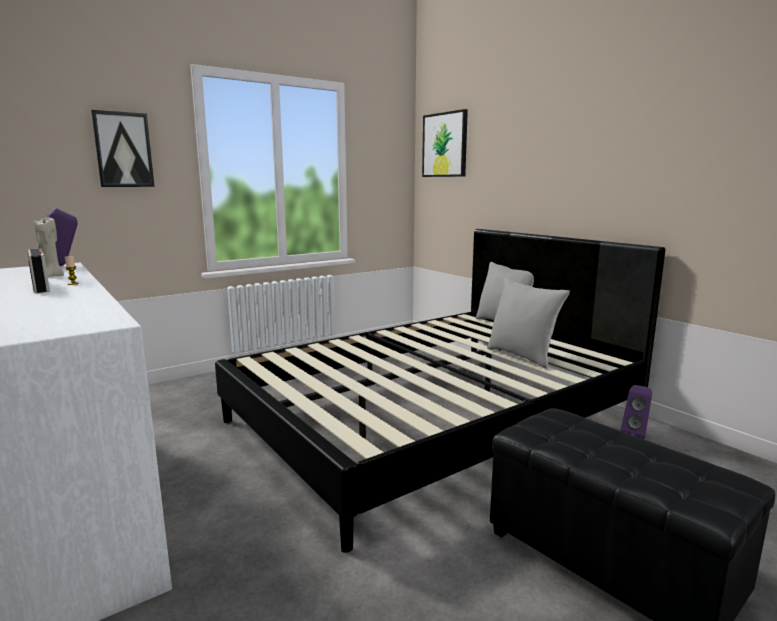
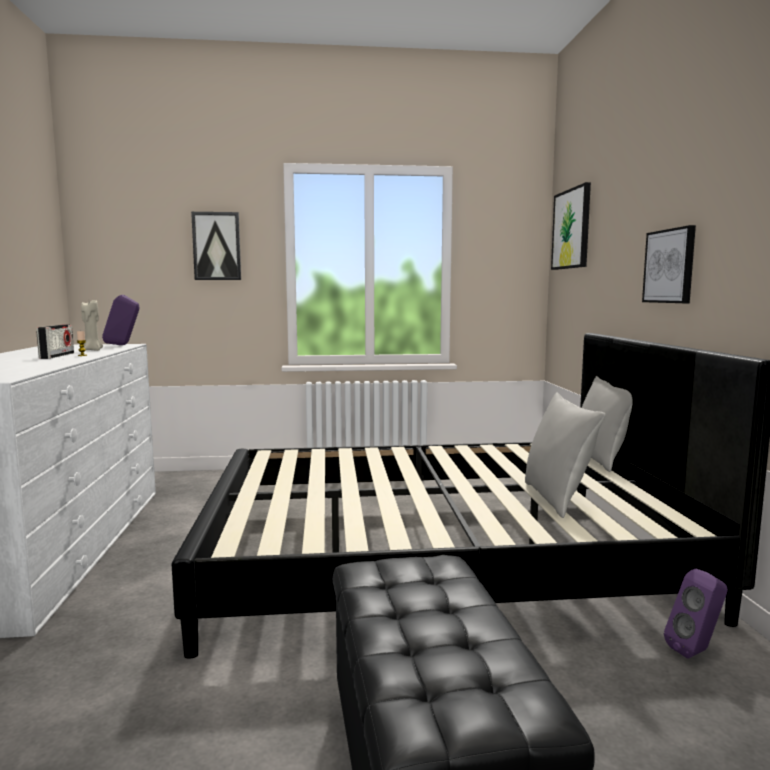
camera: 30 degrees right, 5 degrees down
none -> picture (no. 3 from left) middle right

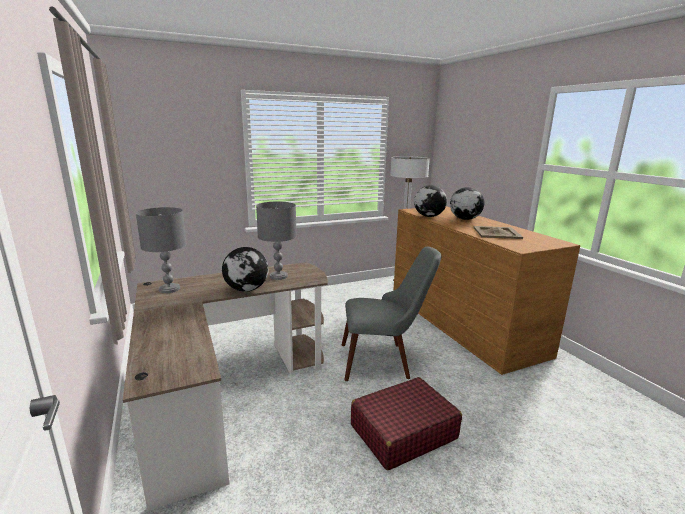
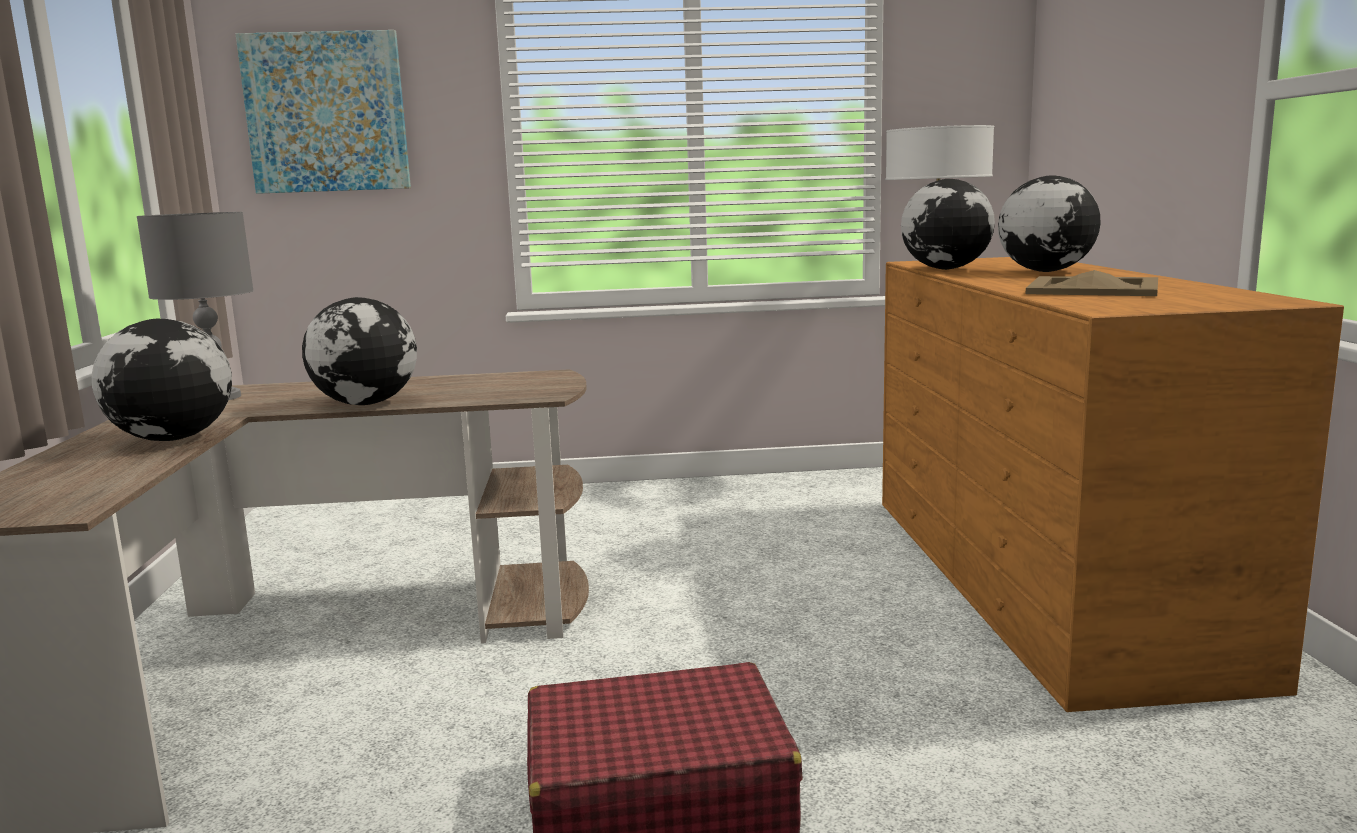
camera: 20 degrees right, 5 degrees down
table lamp in greyish (no. 2 from left) centre -> none
plain chair in greyish centre -> none
none -> desk globe (no. 1 from left) middle left
none -> picture top left

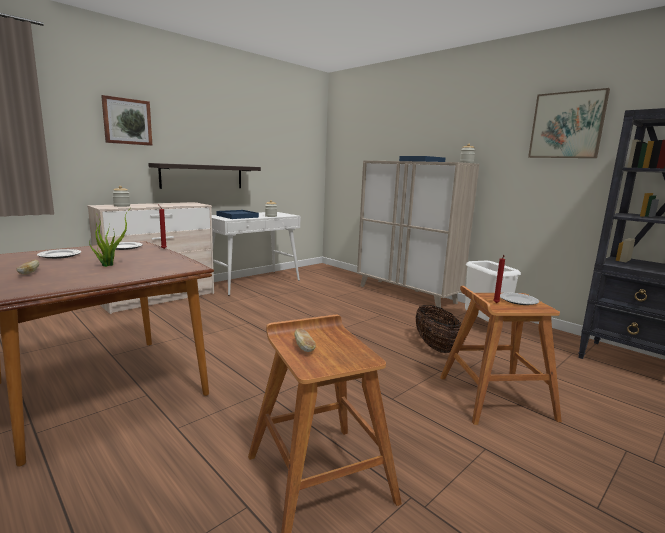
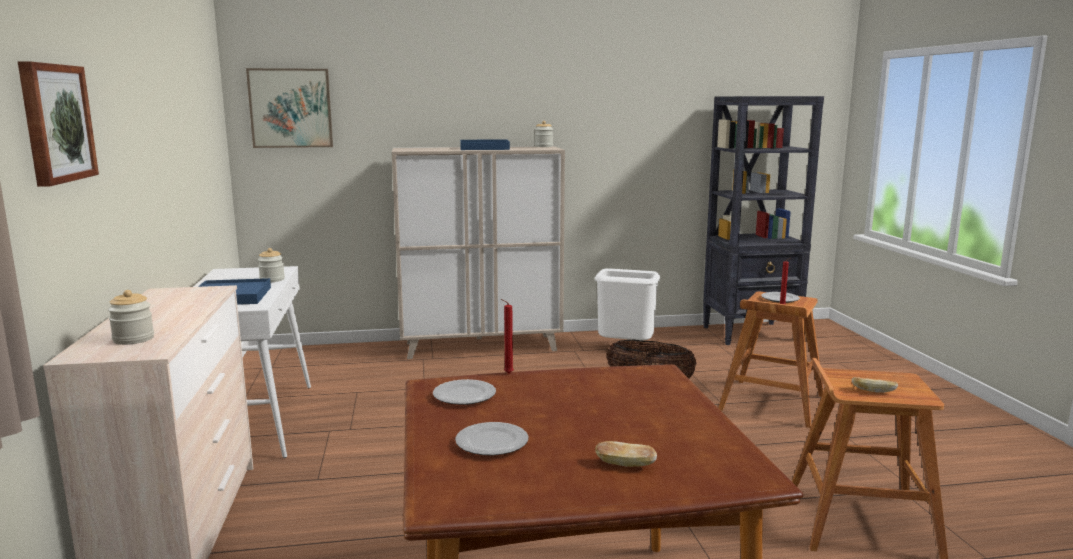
camera: 55 degrees left, 0 degrees up
houseplant middle left -> none
shelf top left -> none
picture (no. 2 from left) top right -> picture (no. 2 from left) top left, shifted

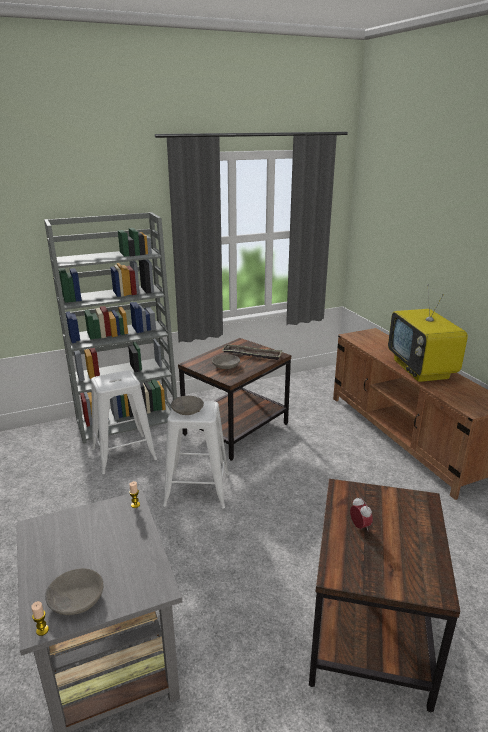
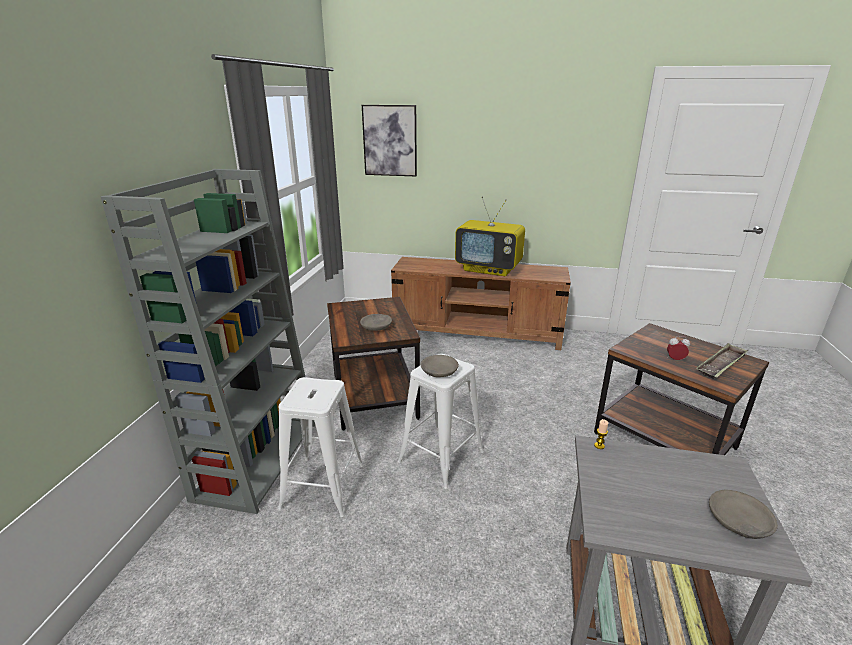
camera: 55 degrees left, 0 degrees up
candle (no. 1 from left) bottom left -> none
none -> picture top centre
serving tray centre -> serving tray middle right, shifted

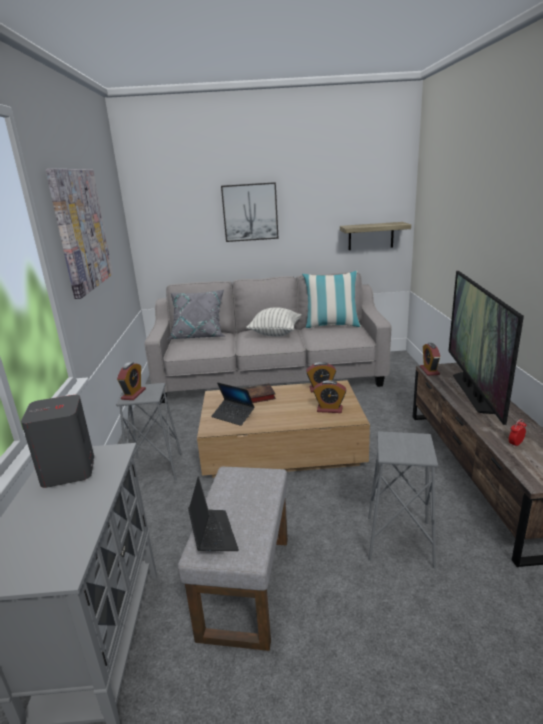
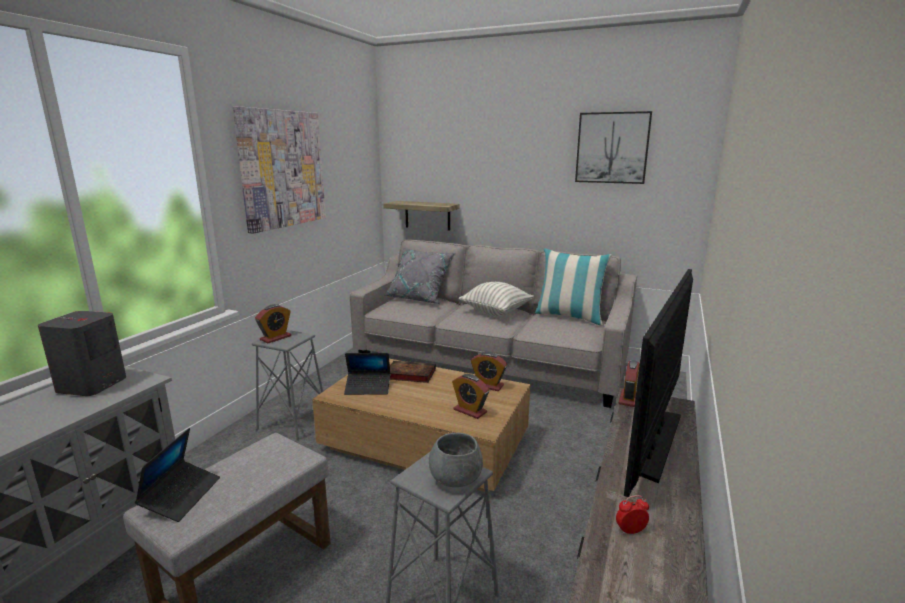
camera: 25 degrees right, 5 degrees down
none -> deep dish in greyish bottom centre
picture (no. 2 from left) top centre -> picture (no. 2 from left) top right, shifted
shelf top right -> shelf centre, shifted
portable computer (no. 2 from left) centre, 60 degrees counterclockwise

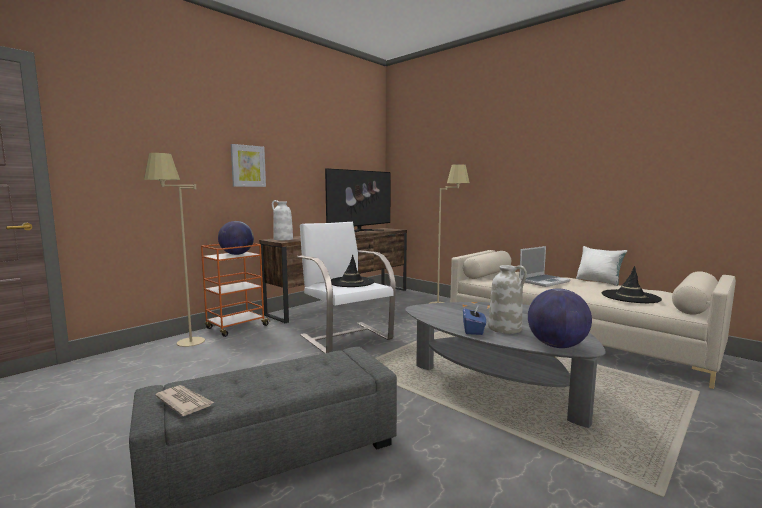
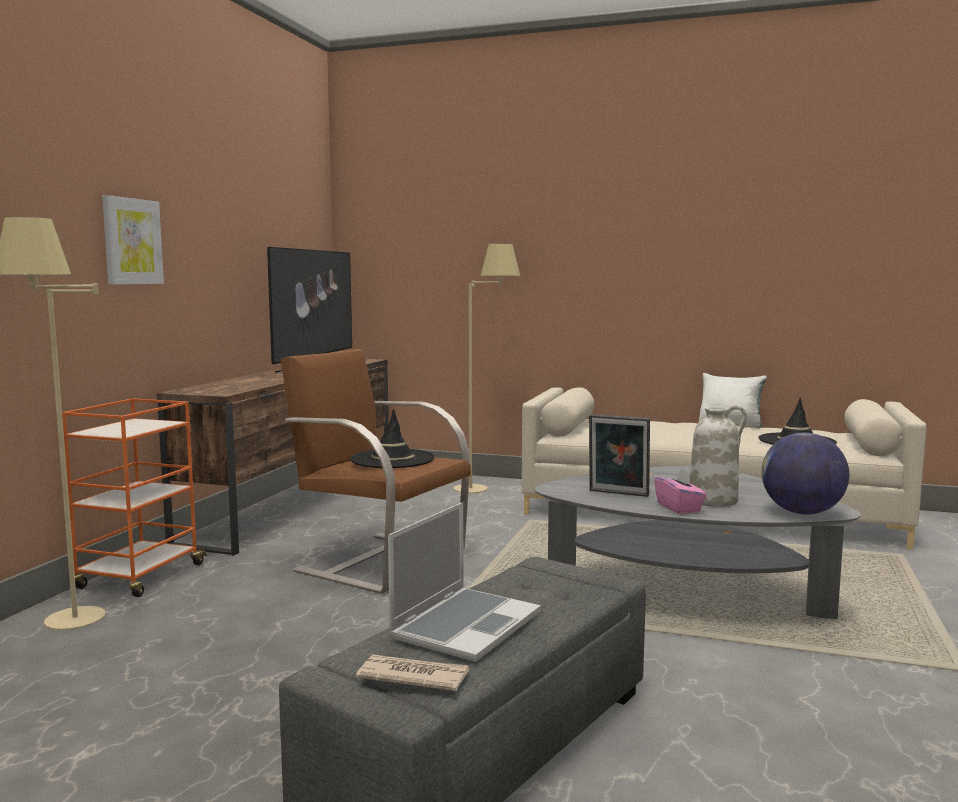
camera: 25 degrees left, 0 degrees up
desk globe (no. 1 from left) middle left -> none
decorative vase in white (no. 1 from left) centre -> none
none -> photo frame centre
portable computer middle right -> portable computer bottom centre, shifted
easy chair in white centre -> easy chair in brown centre
box of tissues in blue centre -> box of tissues in pink-coloured middle right

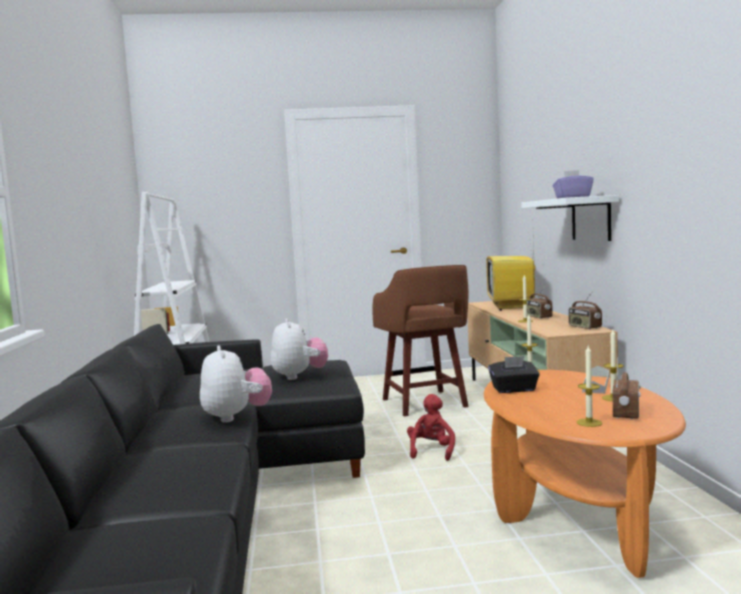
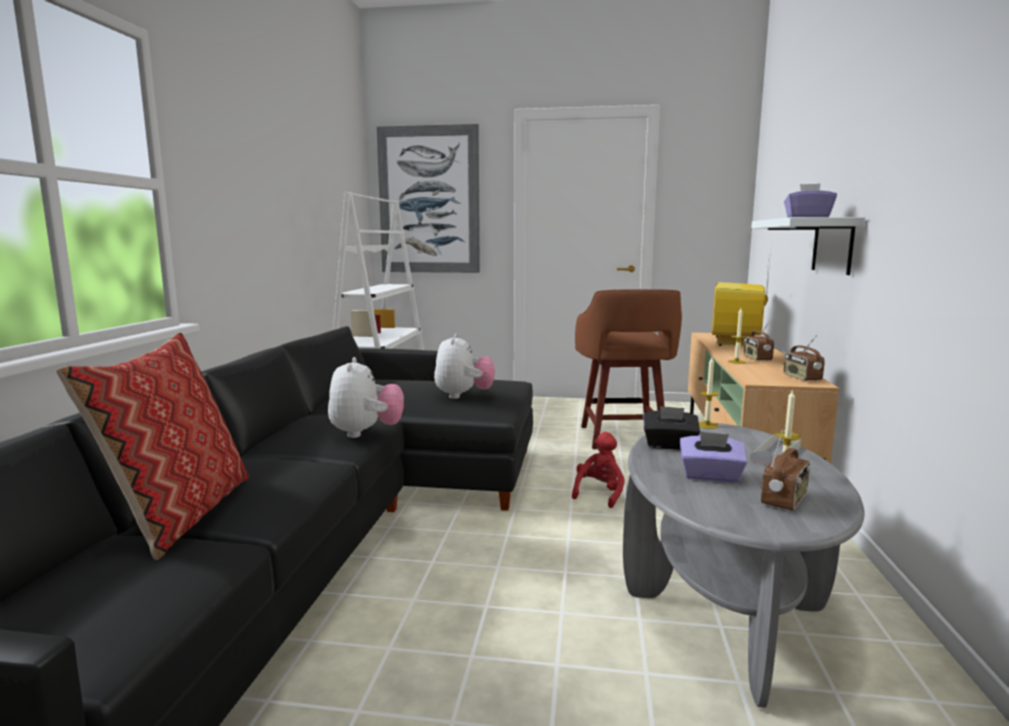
camera: 15 degrees right, 5 degrees up
candle (no. 3 from left) middle right -> none
none -> throw pillow middle left
none -> picture top centre
none -> box of tissues in purple-coloured (no. 1 from left) middle right
lounge table in orangey bottom right -> lounge table in greyish bottom right

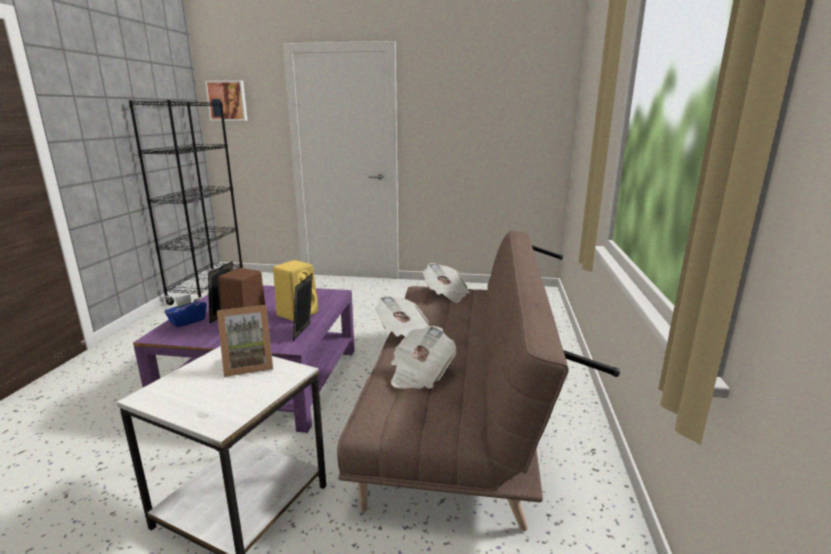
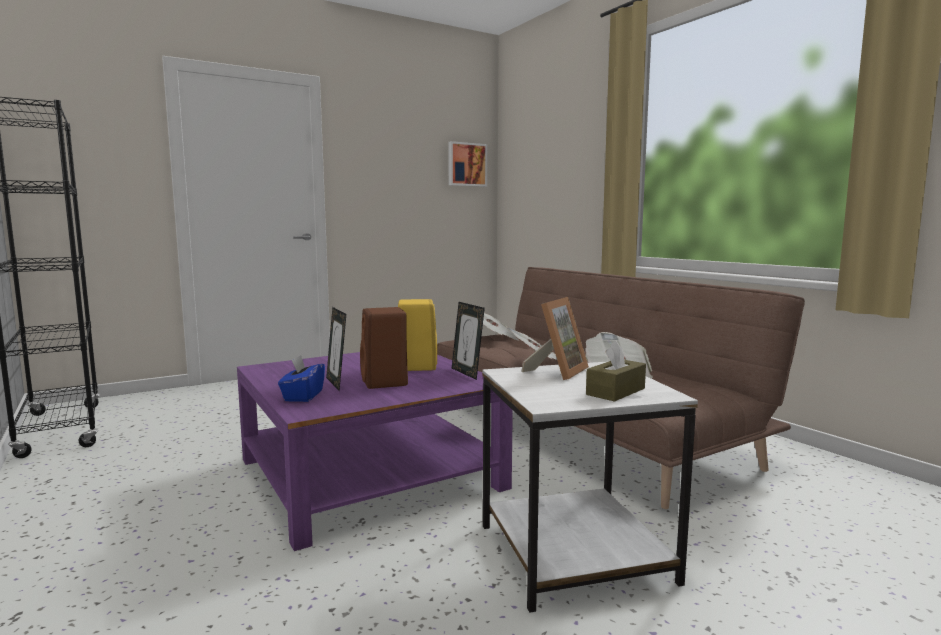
camera: 40 degrees left, 10 degrees down
none -> box of tissues in brown centre
picture top left -> picture top centre, shifted

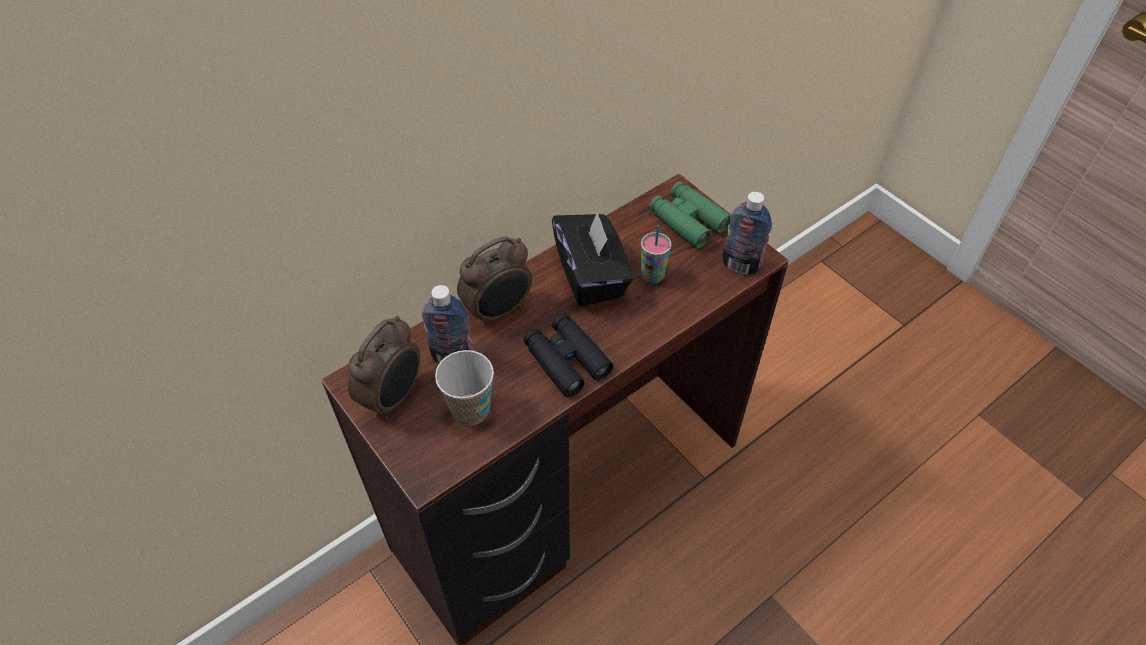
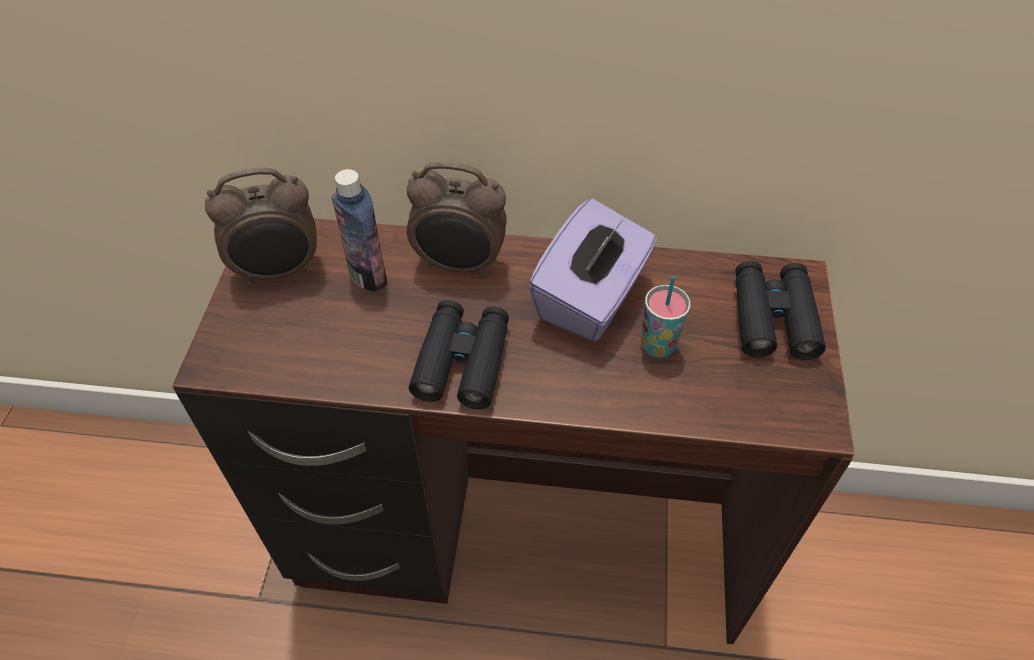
camera: 45 degrees right, 0 degrees up
drinking cup (no. 1 from left) centre -> none
drink bottle (no. 2 from left) centre -> none
box of tissues in blackish centre -> box of tissues in purple-coloured centre
field glasses in greenish top centre -> field glasses in blackish (no. 2 from left) middle right

